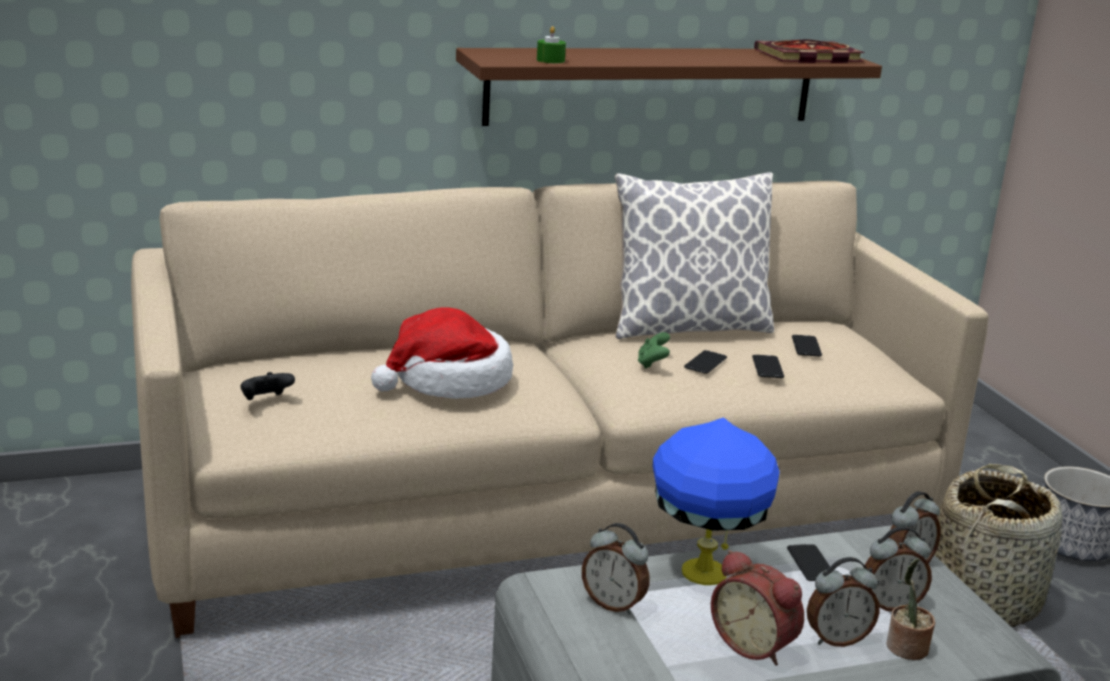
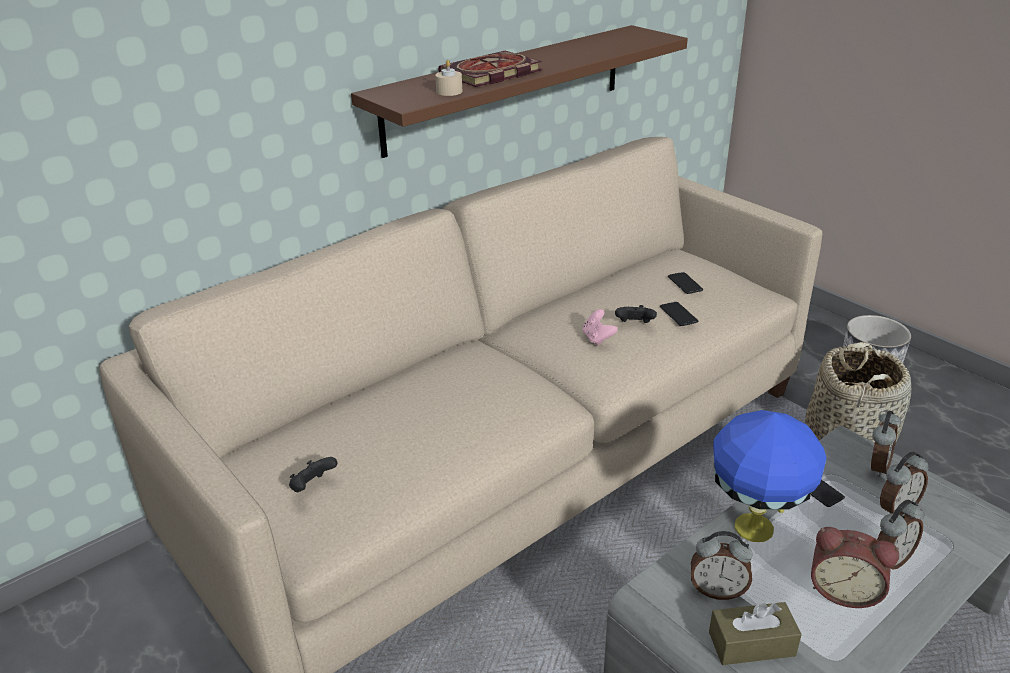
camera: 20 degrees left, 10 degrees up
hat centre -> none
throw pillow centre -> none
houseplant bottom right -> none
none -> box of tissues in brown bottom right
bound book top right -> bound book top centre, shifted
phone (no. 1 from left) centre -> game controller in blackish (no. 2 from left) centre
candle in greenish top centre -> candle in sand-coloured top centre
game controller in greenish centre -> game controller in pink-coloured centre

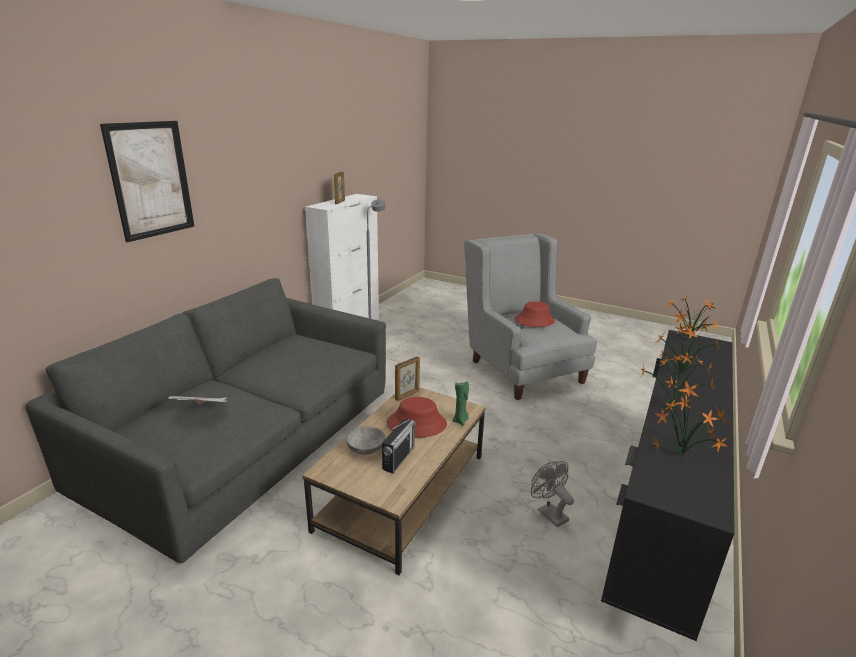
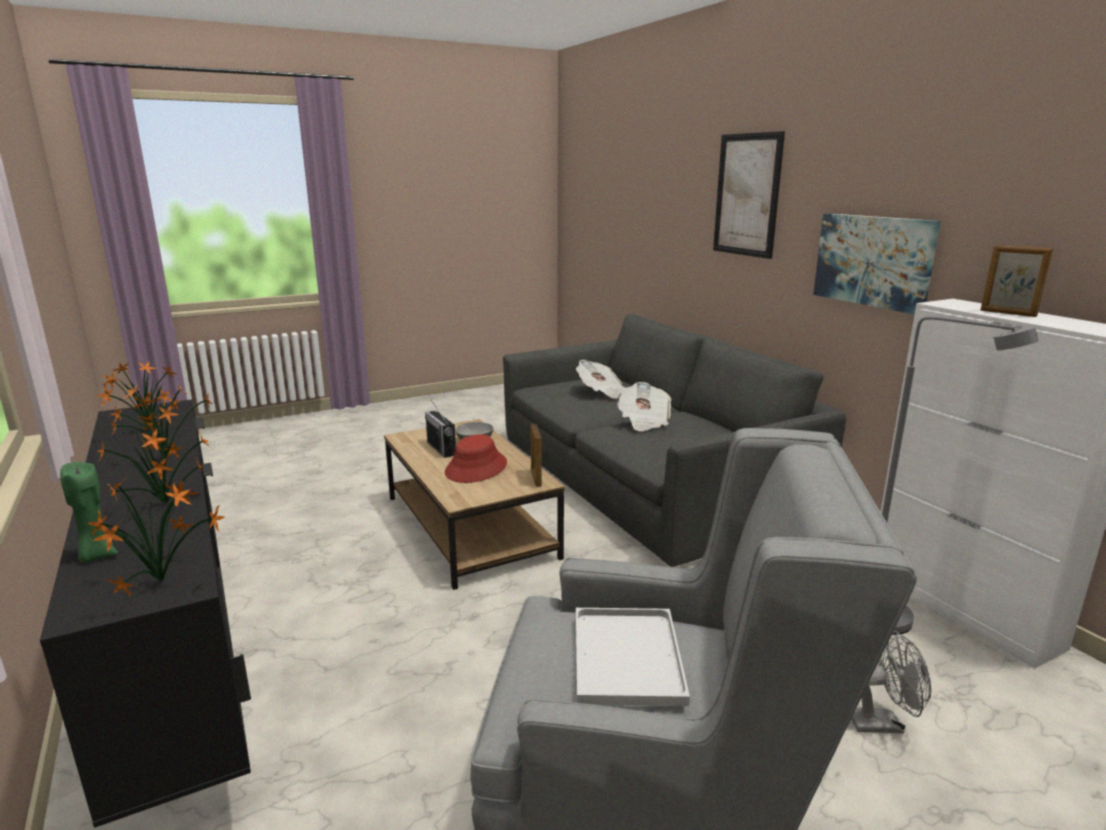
camera: 125 degrees right, 5 degrees down
none -> daily paper (no. 2 from left) centre
none -> picture (no. 2 from left) top right
candle in greenish centre -> candle in greenish middle left, shifted
electric fan in greyish bottom centre -> electric fan in greyish bottom right, shifted
hat in reddish (no. 2 from left) centre -> serving tray in white bottom centre

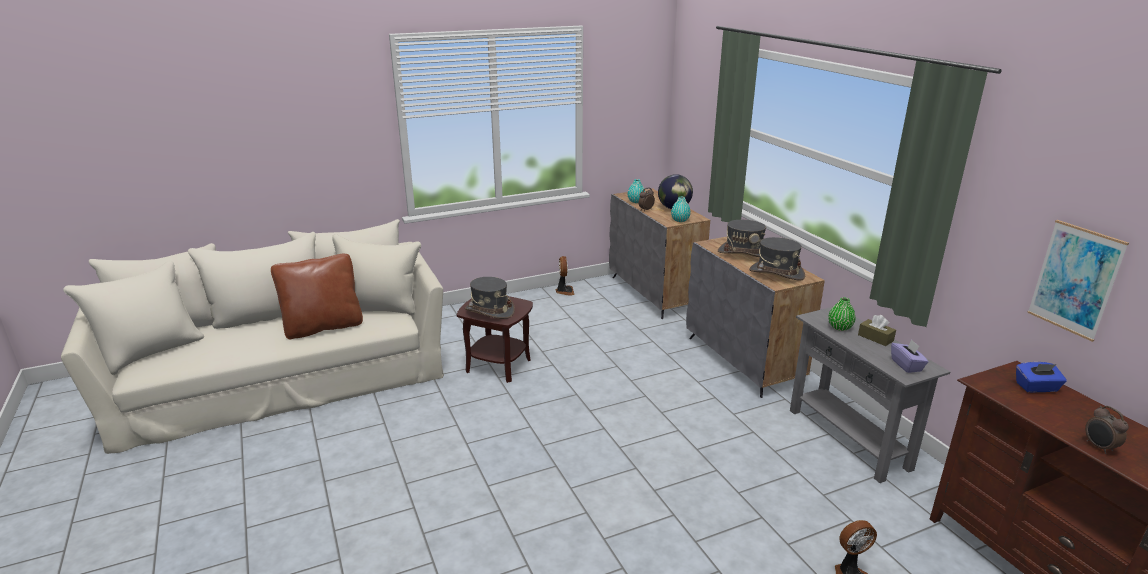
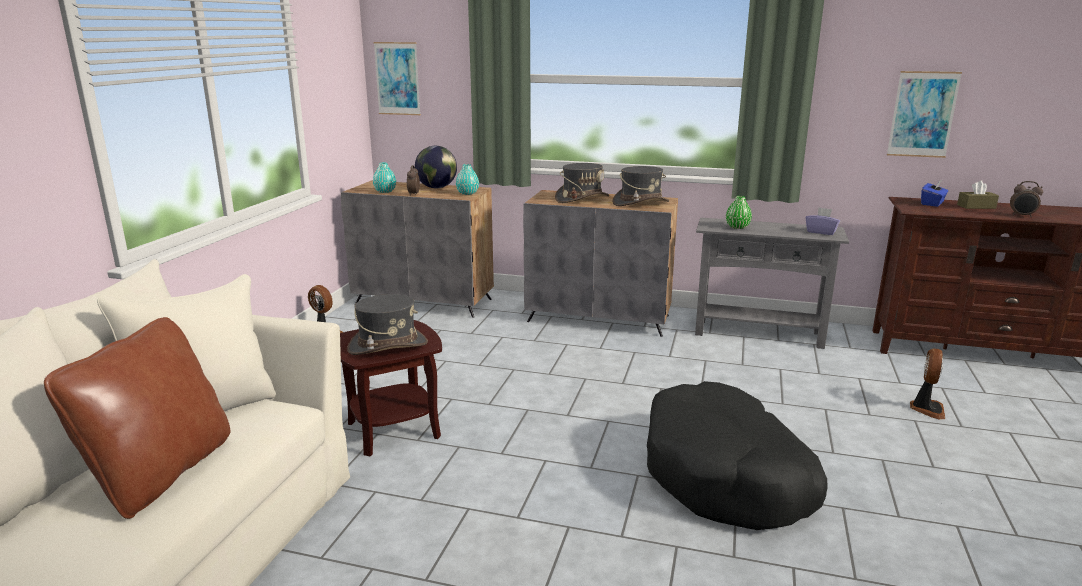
camera: 50 degrees left, 5 degrees down
none -> picture (no. 1 from left) top centre
none -> pet bed in blackish bottom right
box of tissues in brown middle right -> box of tissues in brown top right, shifted

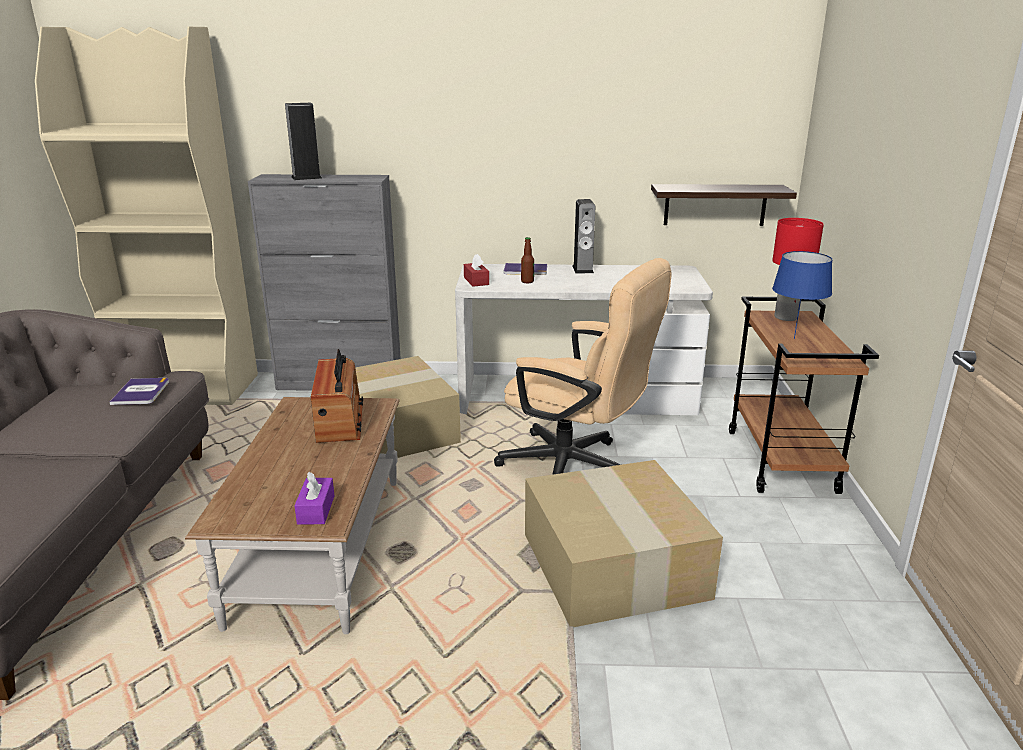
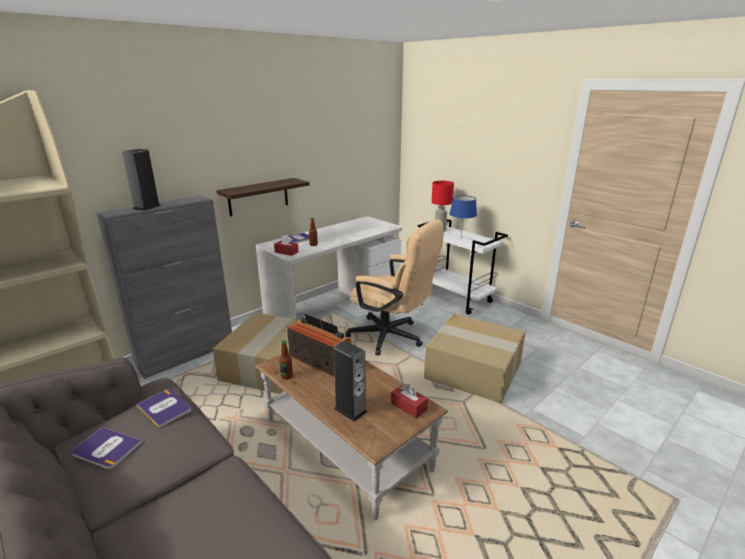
camera: 45 degrees left, 0 degrees up
none -> bound book (no. 1 from left) bottom left
none -> drink bottle (no. 1 from left) centre
speaker (no. 2 from left) top centre -> speaker (no. 2 from left) bottom centre, shifted
shelf top right -> shelf centre, shifted
box of tissues in purple-coloured middle left -> box of tissues in reddish (no. 2 from left) bottom centre
cart in brown middle right -> cart in white centre
office chair in sand-coloured centre, 45 degrees clockwise

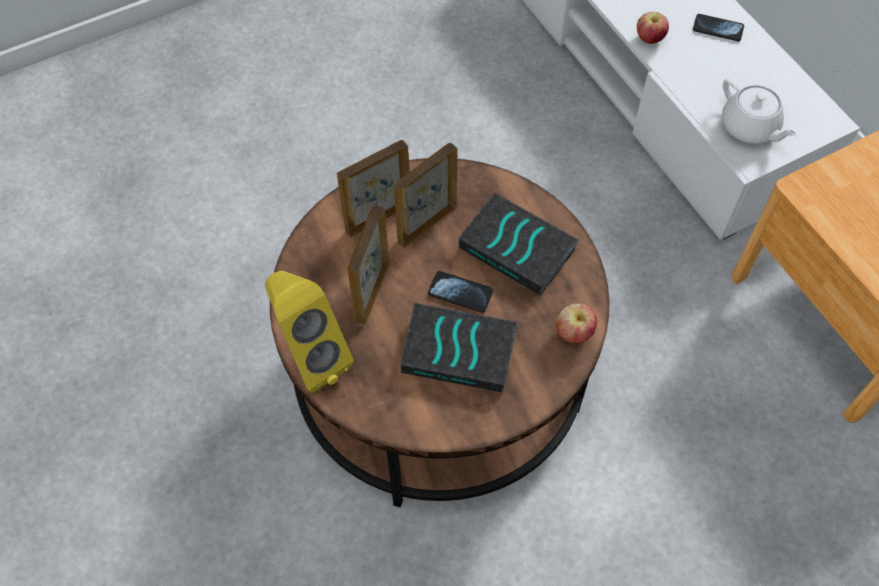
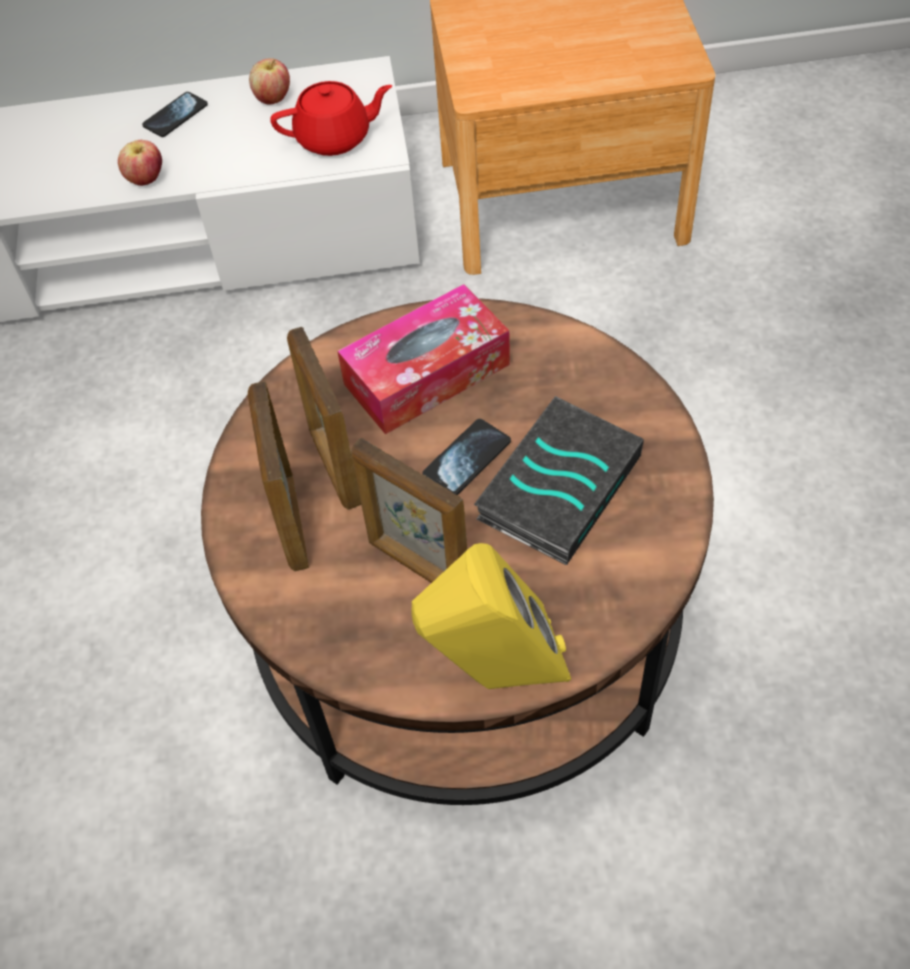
camera: 65 degrees left, 5 degrees down
apple fruit (no. 1 from left in the first image) centre -> apple fruit (no. 2 from left) top left, shifted
bound book (no. 2 from left) centre -> box of tissues centre
tea pot in white top right -> tea pot in reddish top centre

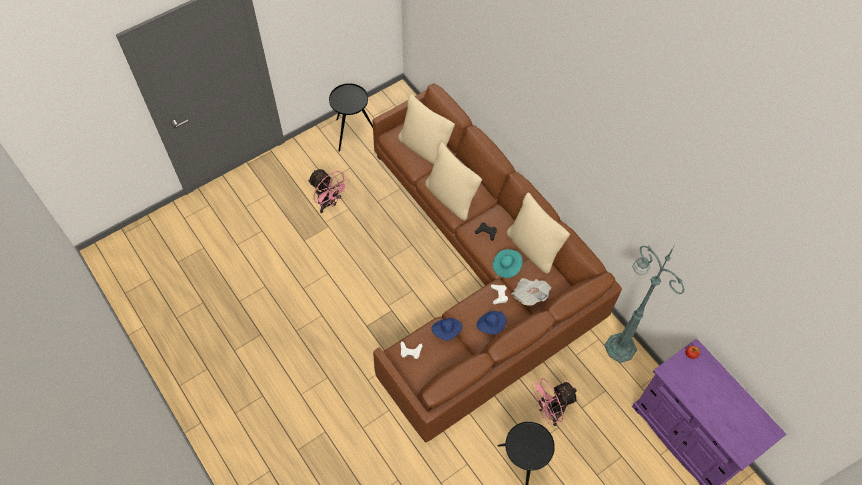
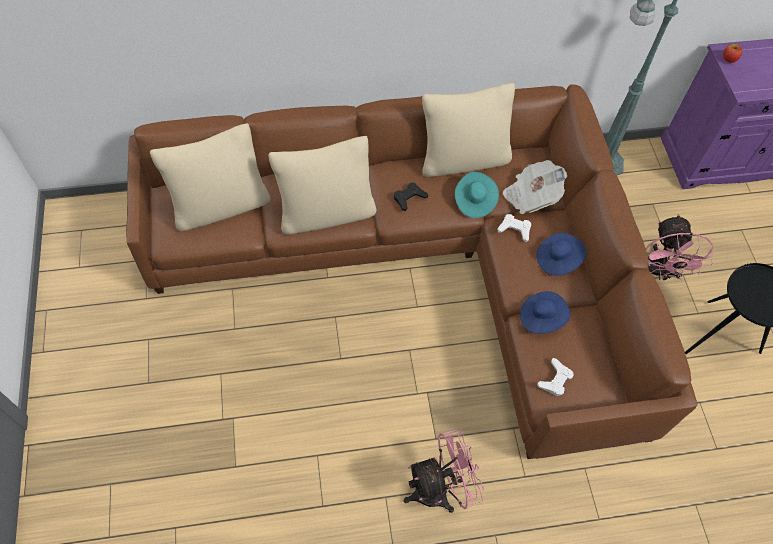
camera: 65 degrees left, 0 degrees up
side table in blackish (no. 1 from left) top centre -> none
electric fan in pink-coloured (no. 1 from left) centre -> electric fan in pink-coloured (no. 1 from left) bottom centre, shifted

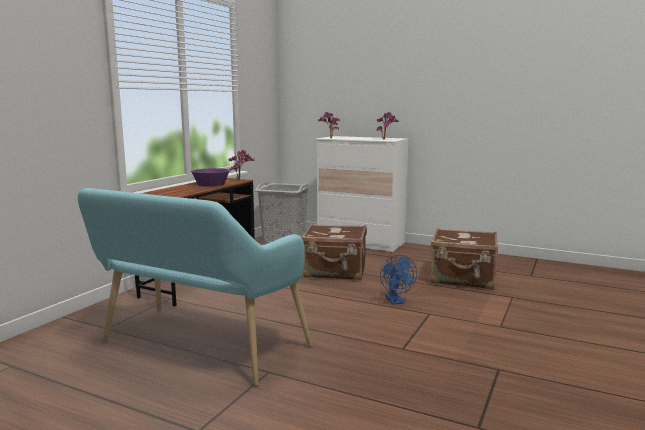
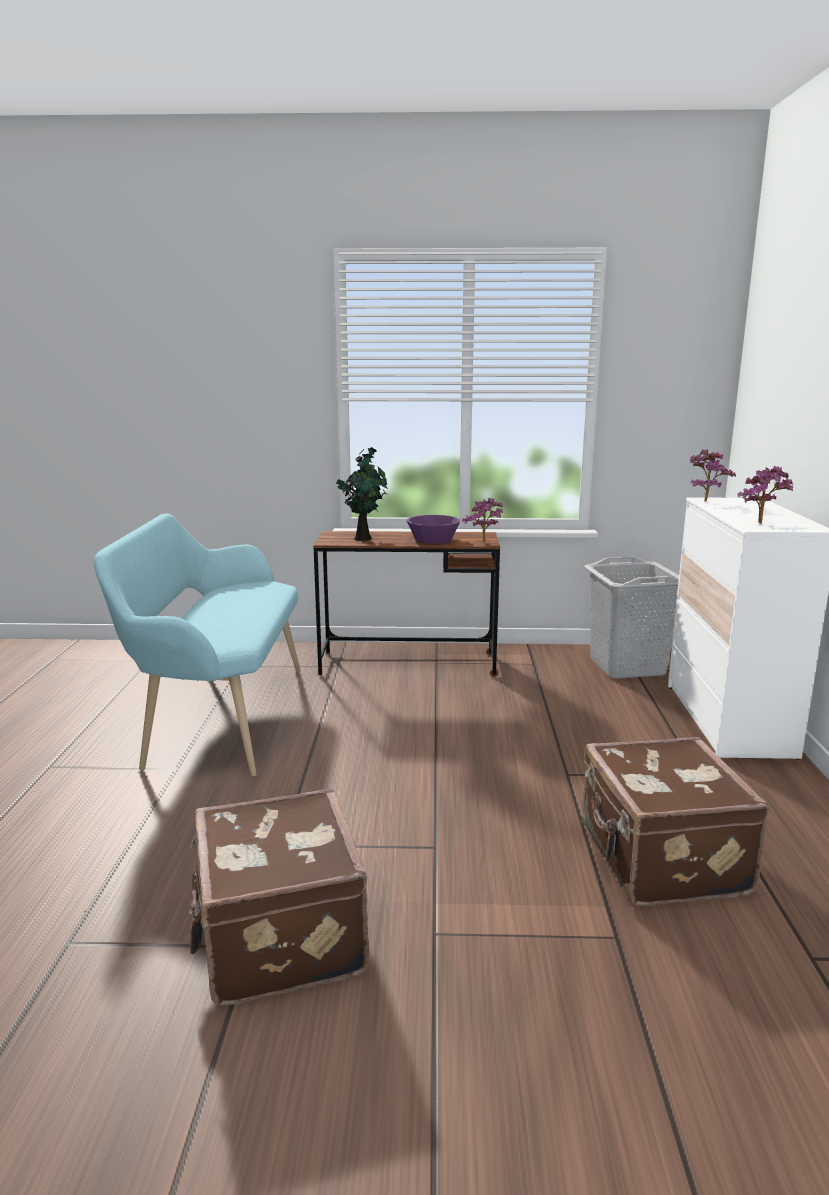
camera: 65 degrees right, 5 degrees up
electric fan in blue centre -> none
none -> houseplant (no. 1 from left) centre
piece of luggage in brown (no. 1 from left) centre -> piece of luggage in brown (no. 1 from left) bottom centre, shifted

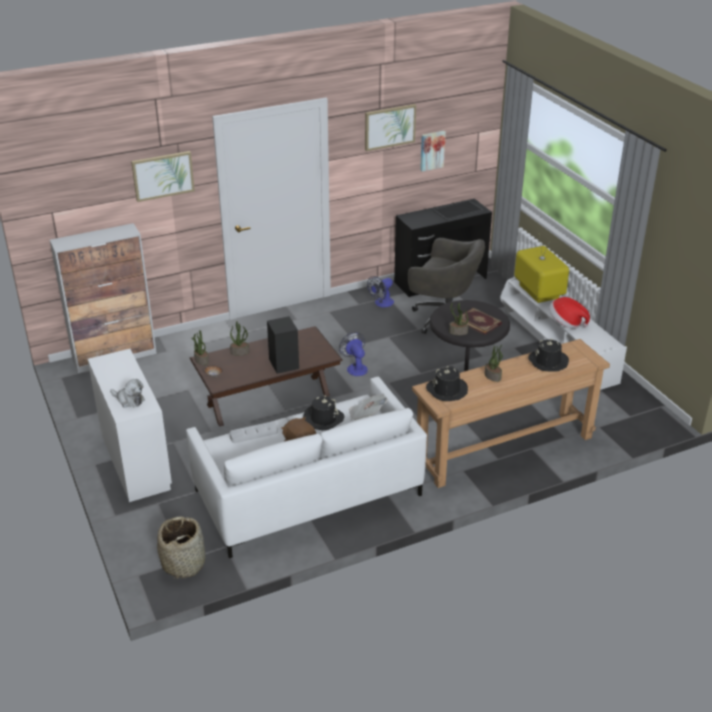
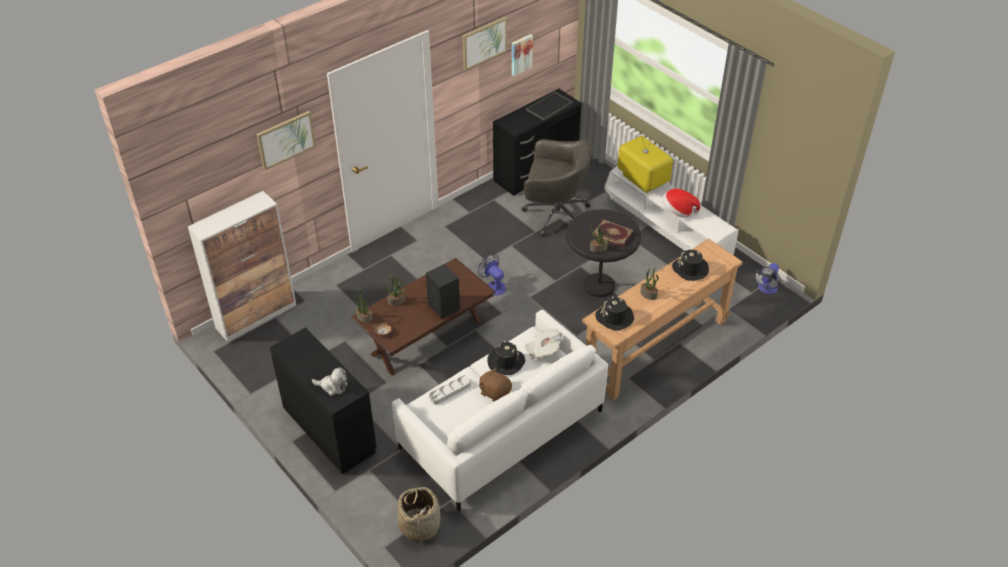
camera: 15 degrees left, 10 degrees up
electric fan (no. 2 from left) centre -> electric fan (no. 2 from left) middle right, shifted
desk in white middle left -> desk in blackish (no. 1 from left) bottom left

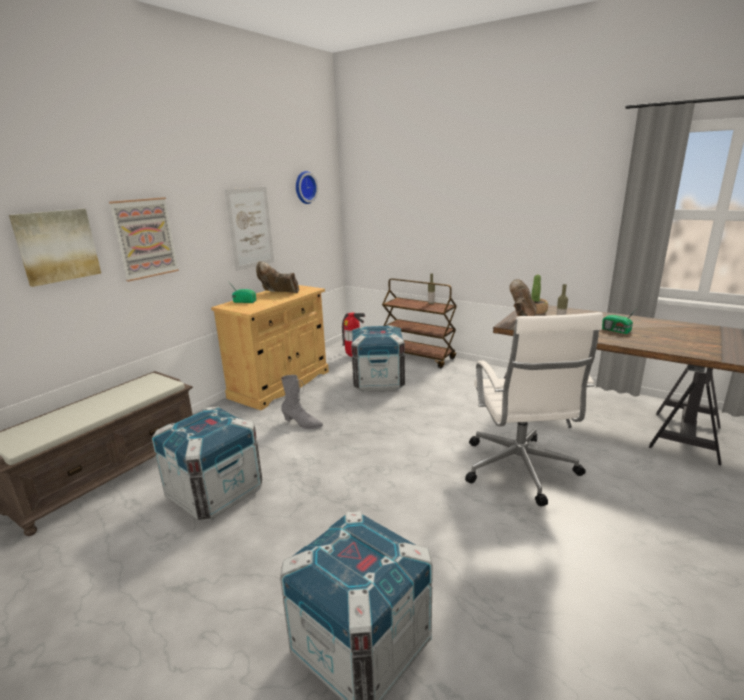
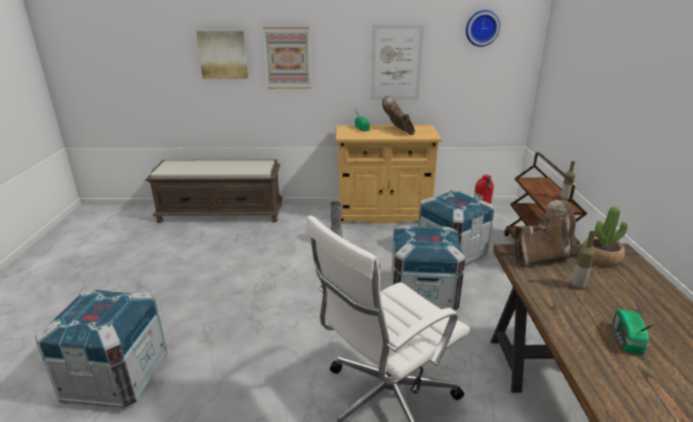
camera: 55 degrees right, 5 degrees up
crate (no. 1 from left in the first image) middle left -> crate (no. 2 from left) centre, shifted

